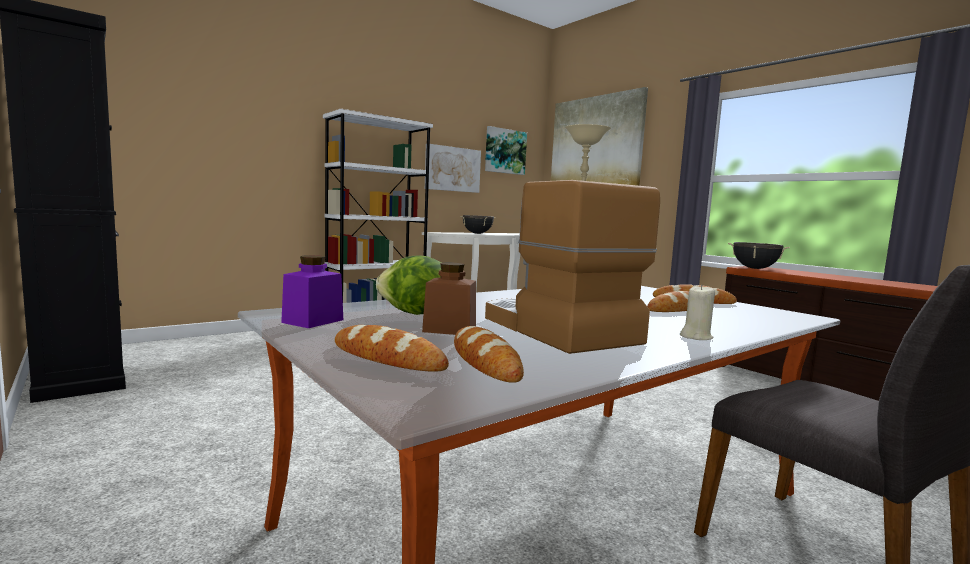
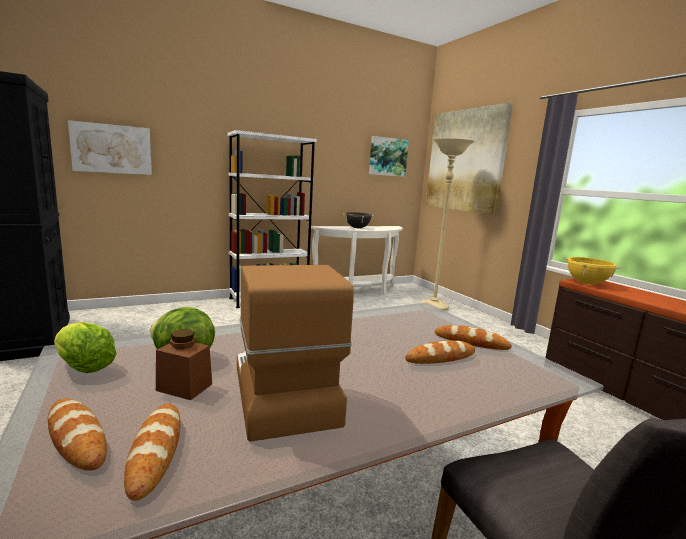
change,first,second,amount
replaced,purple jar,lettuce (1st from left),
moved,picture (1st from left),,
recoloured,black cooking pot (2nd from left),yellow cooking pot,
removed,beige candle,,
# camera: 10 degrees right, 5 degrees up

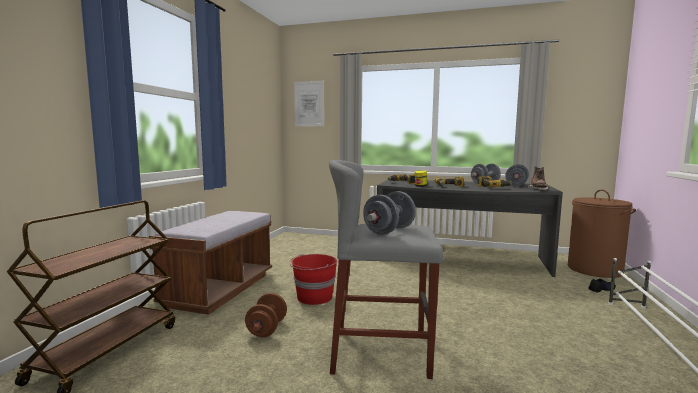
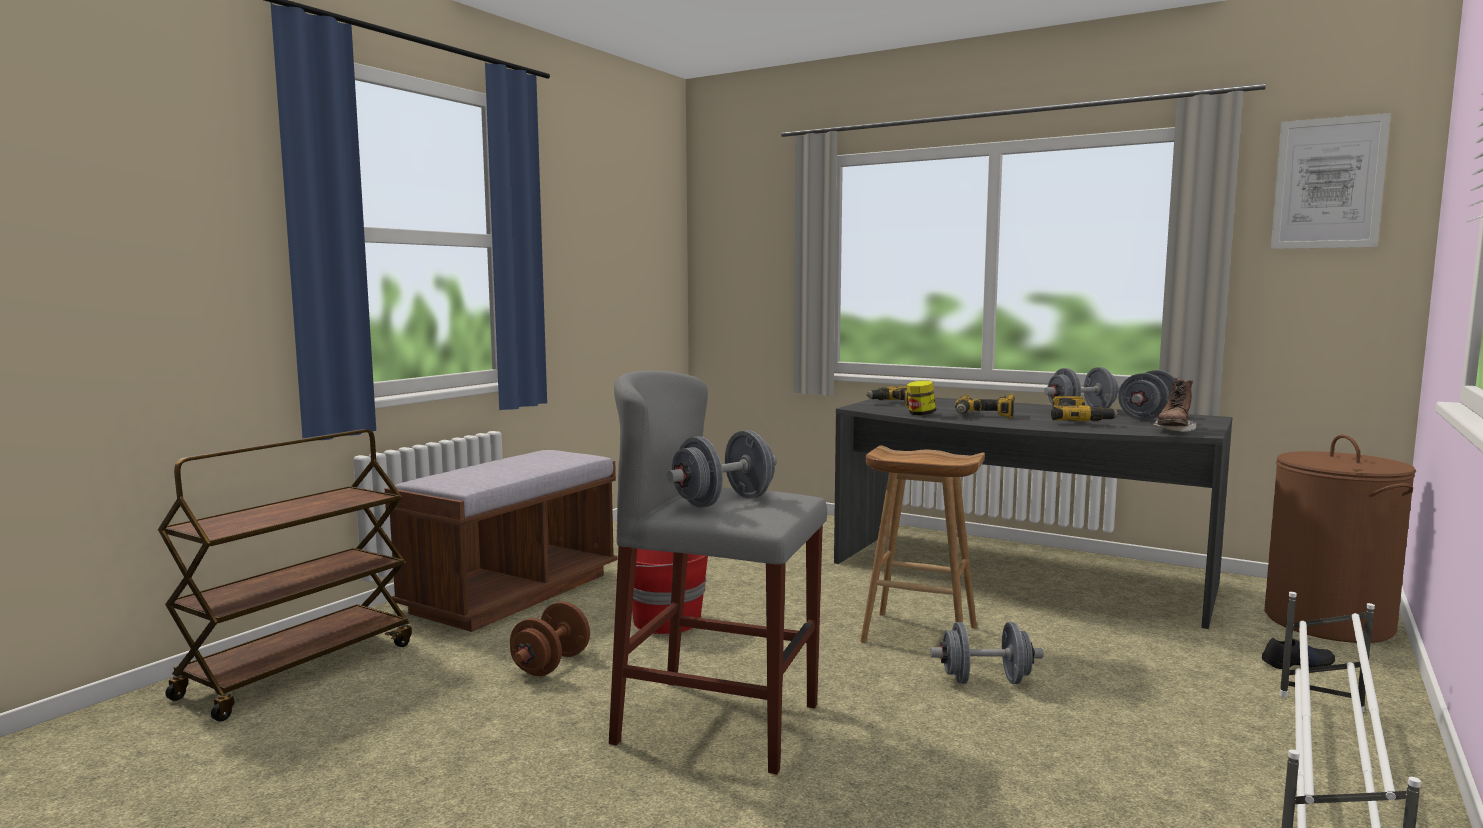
change,first,second,amount
added,,brown stool,
added,,grey dumbbell (2nd from left),
moved,picture,,
# camera: 15 degrees right, 0 degrees up

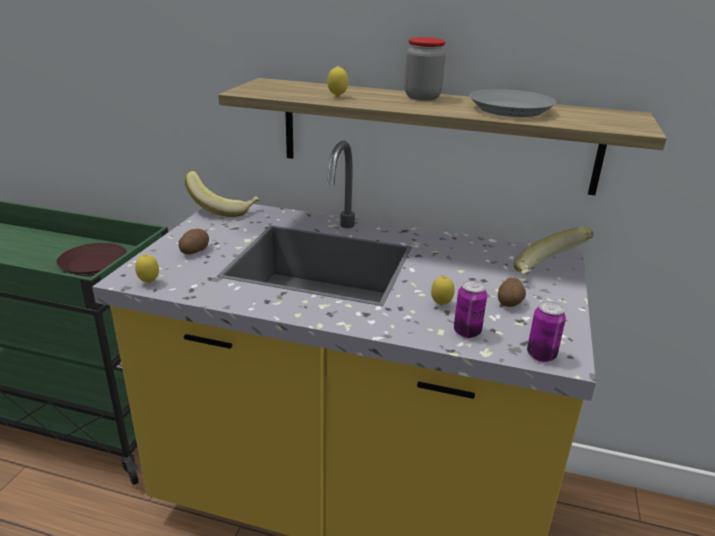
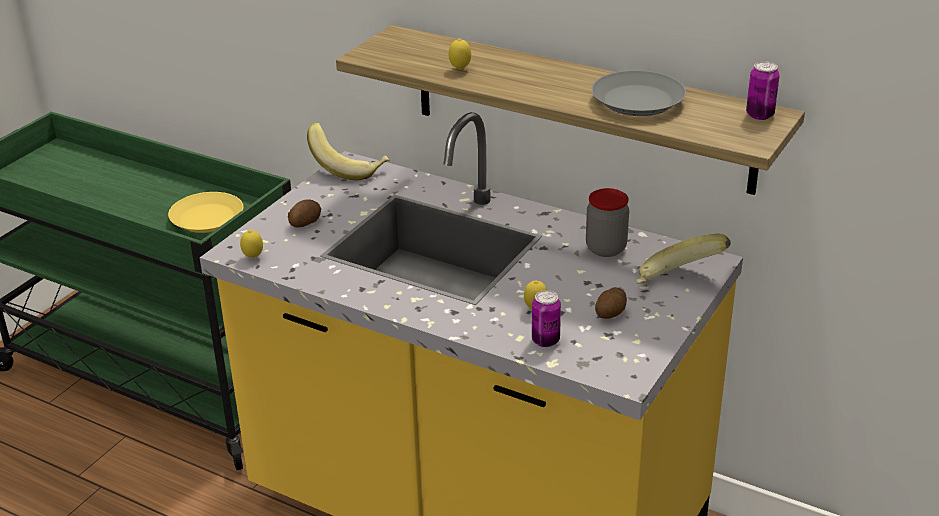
change,first,second,amount
recoloured,brown plate,yellow plate,
moved,jar,,
moved,can (2nd from left),,
# camera: 15 degrees right, 5 degrees up

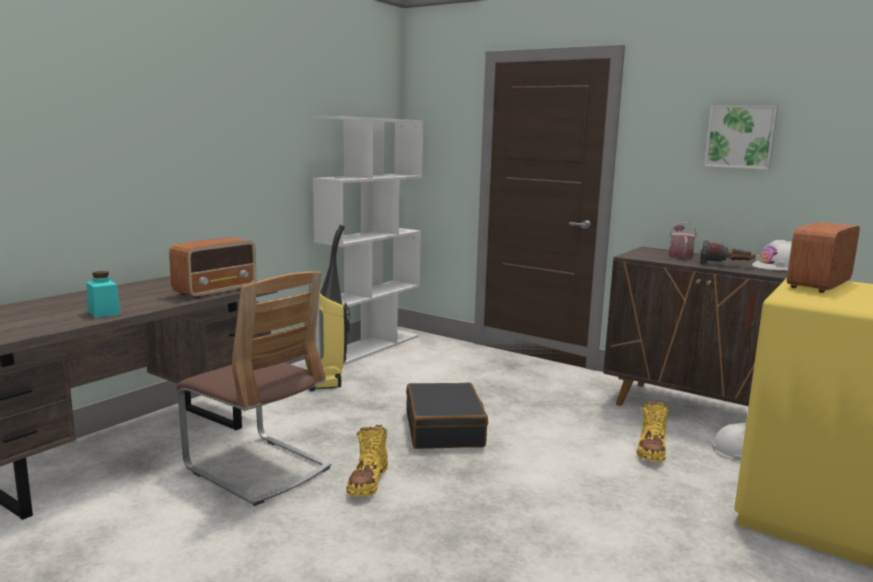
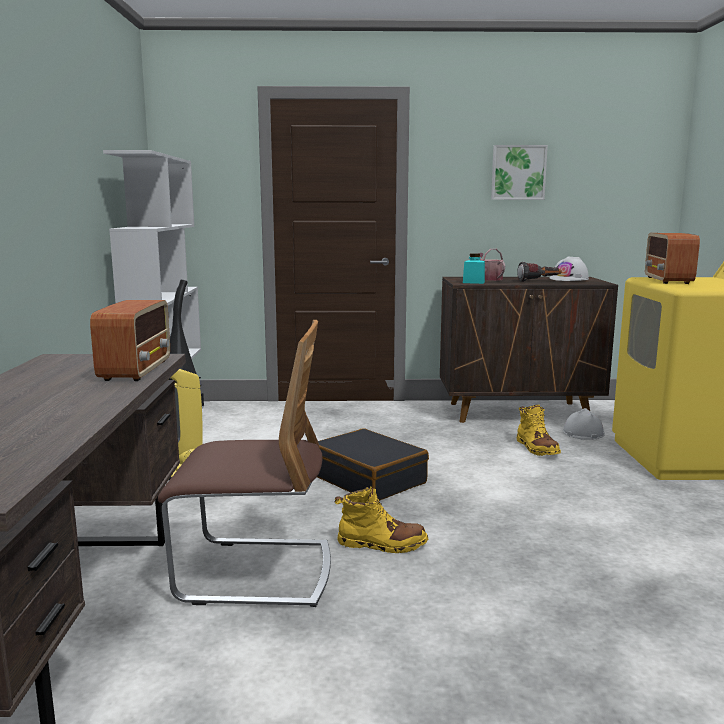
change,first,second,amount
turned,yellow boot (1st from left),,60 degrees counterclockwise
moved,turquoise jar,,
# camera: 35 degrees left, 0 degrees up

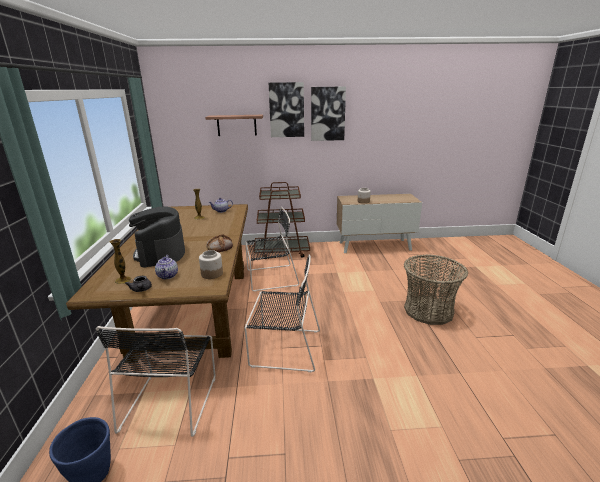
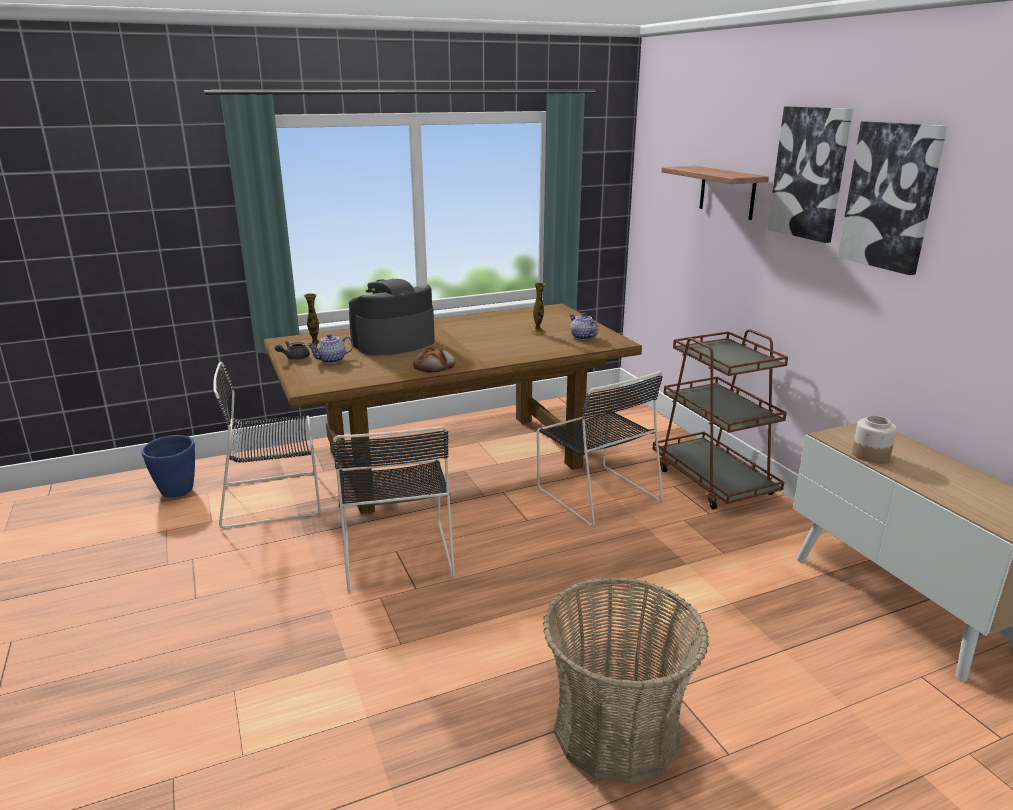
change,first,second,amount
removed,jar (1st from left),,
# camera: 70 degrees right, 0 degrees up

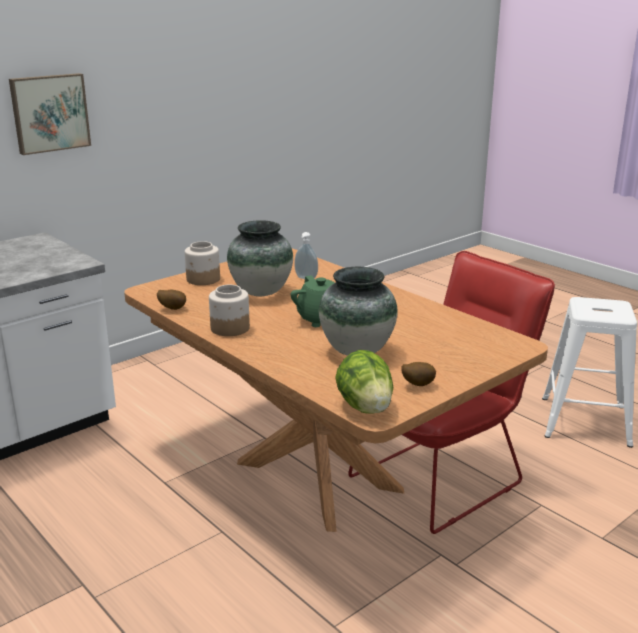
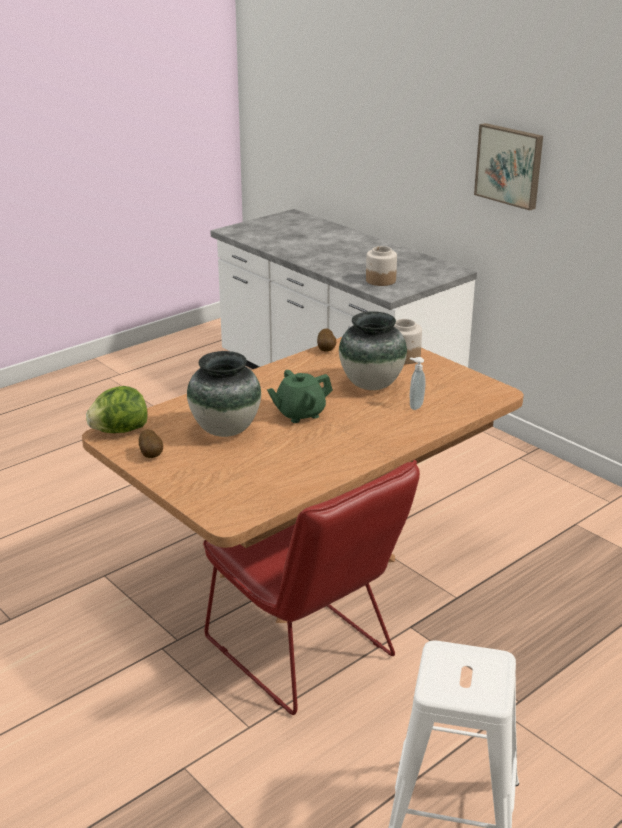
change,first,second,amount
moved,jar (2nd from left in the first image),jar (1st from left),
# camera: 90 degrees right, 5 degrees up

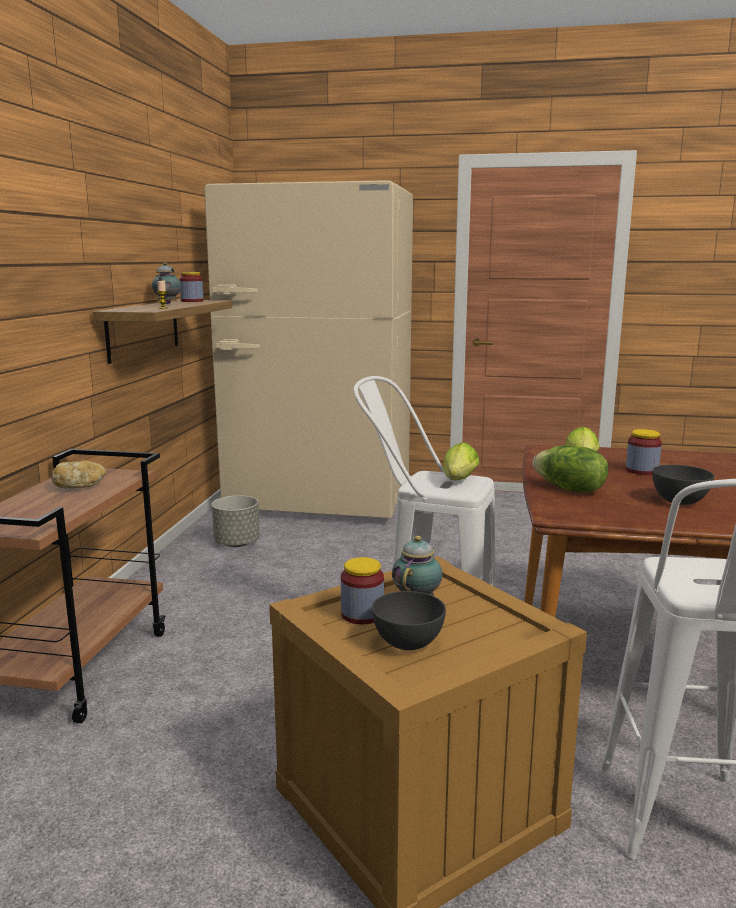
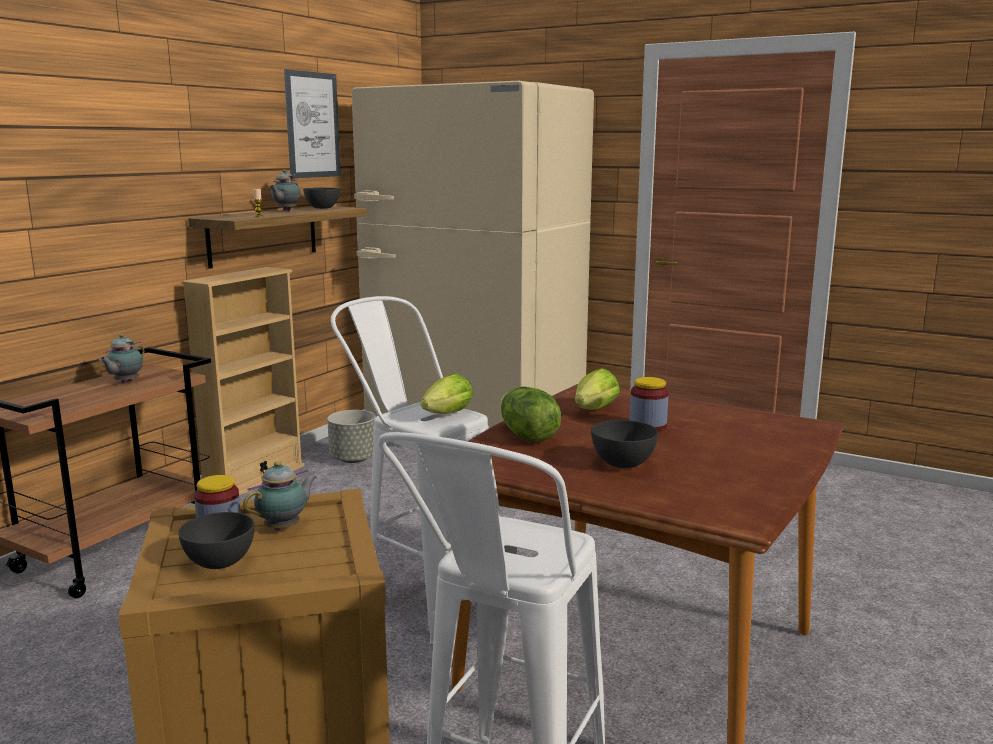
change,first,second,amount
replaced,bread,teapot (1st from left),
added,,beige bookcase,
added,,picture,
replaced,jar (1st from left),grey bowl (2nd from left),
# camera: 20 degrees right, 0 degrees up

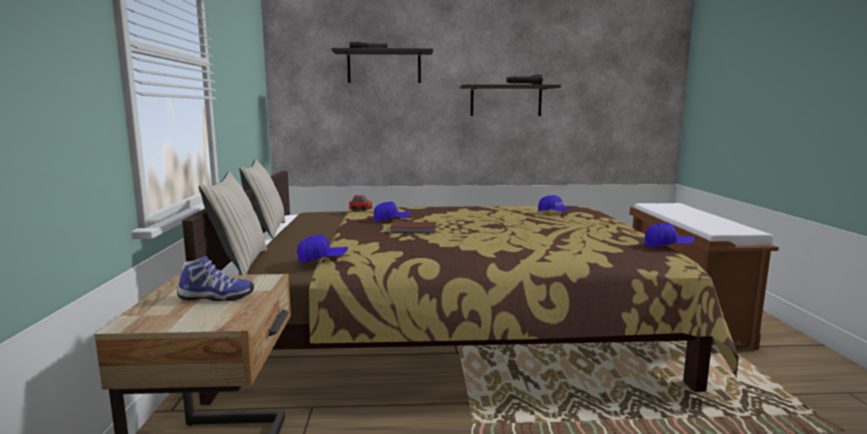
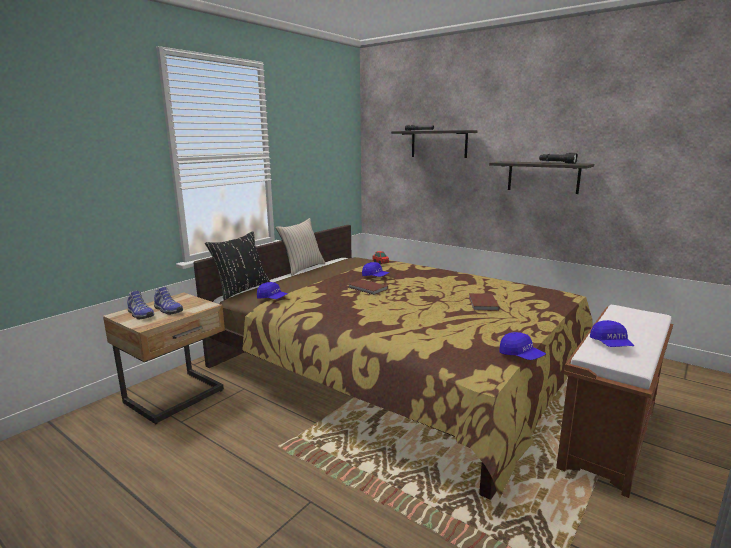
change,first,second,amount
added,,shoe (1st from left),
recoloured,beige pillow (1st from left),black pillow,
added,,brown book (2nd from left),
moved,blue cap (3rd from left in the first image),blue cap (4th from left),
# camera: 40 degrees right, 5 degrees up

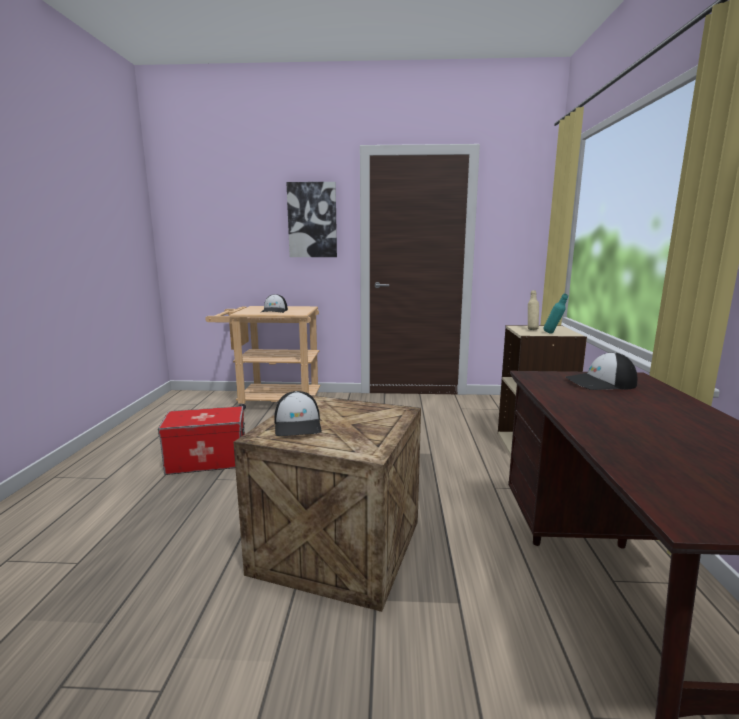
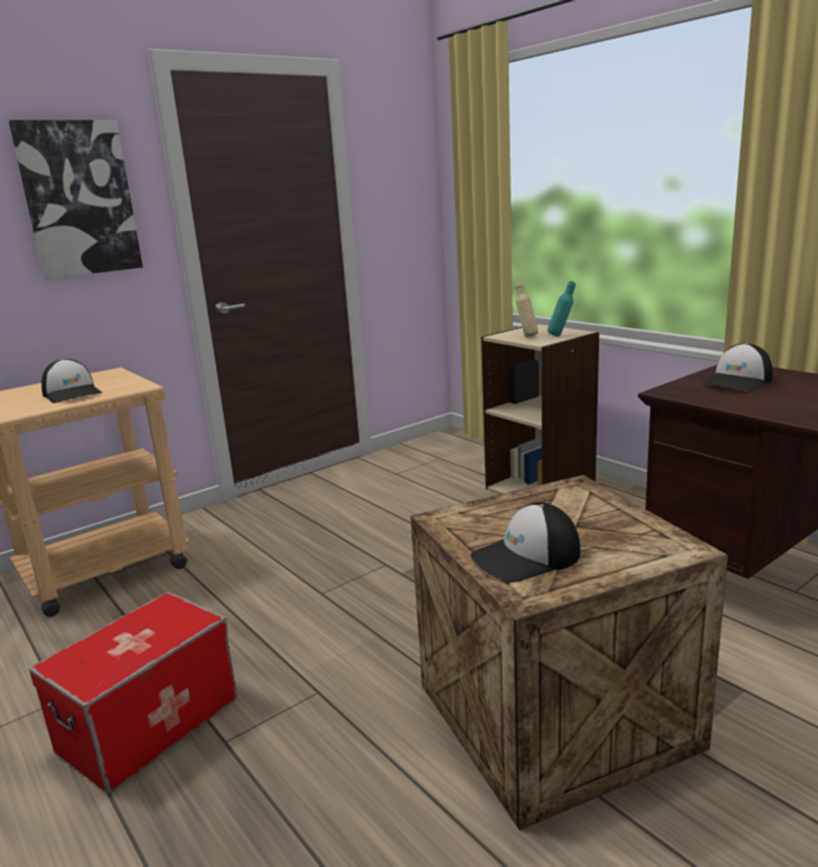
change,first,second,amount
turned,cap (2nd from left),,120 degrees clockwise
# camera: 40 degrees left, 5 degrees up

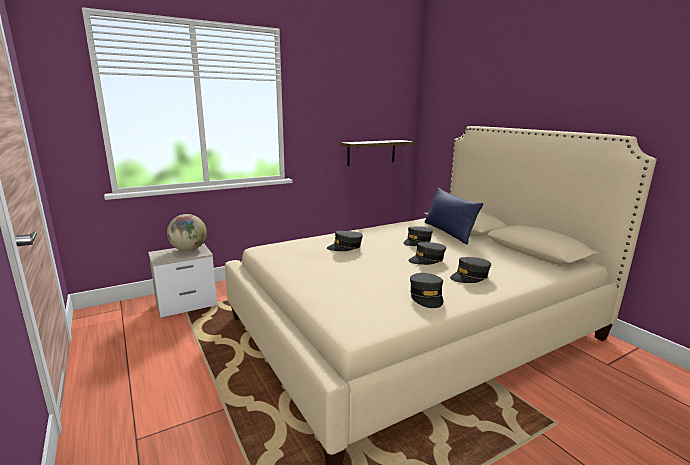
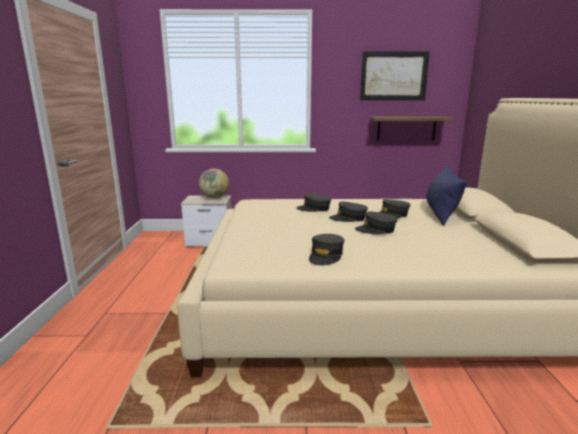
change,first,second,amount
moved,grey cap (5th from left in the first image),grey cap (3rd from left),
added,,picture,
# camera: 30 degrees right, 0 degrees up

